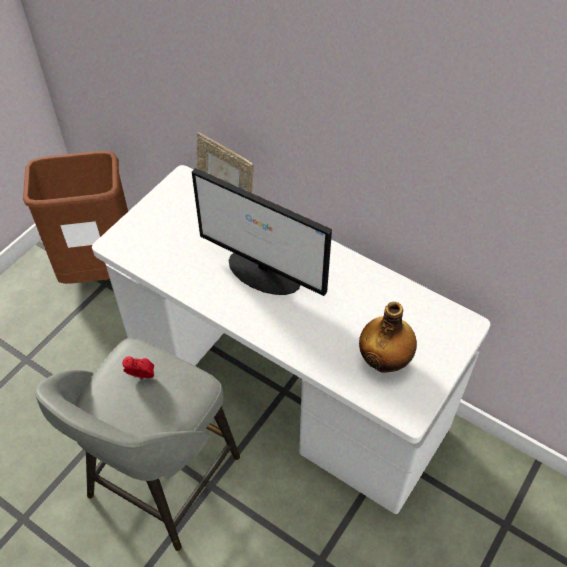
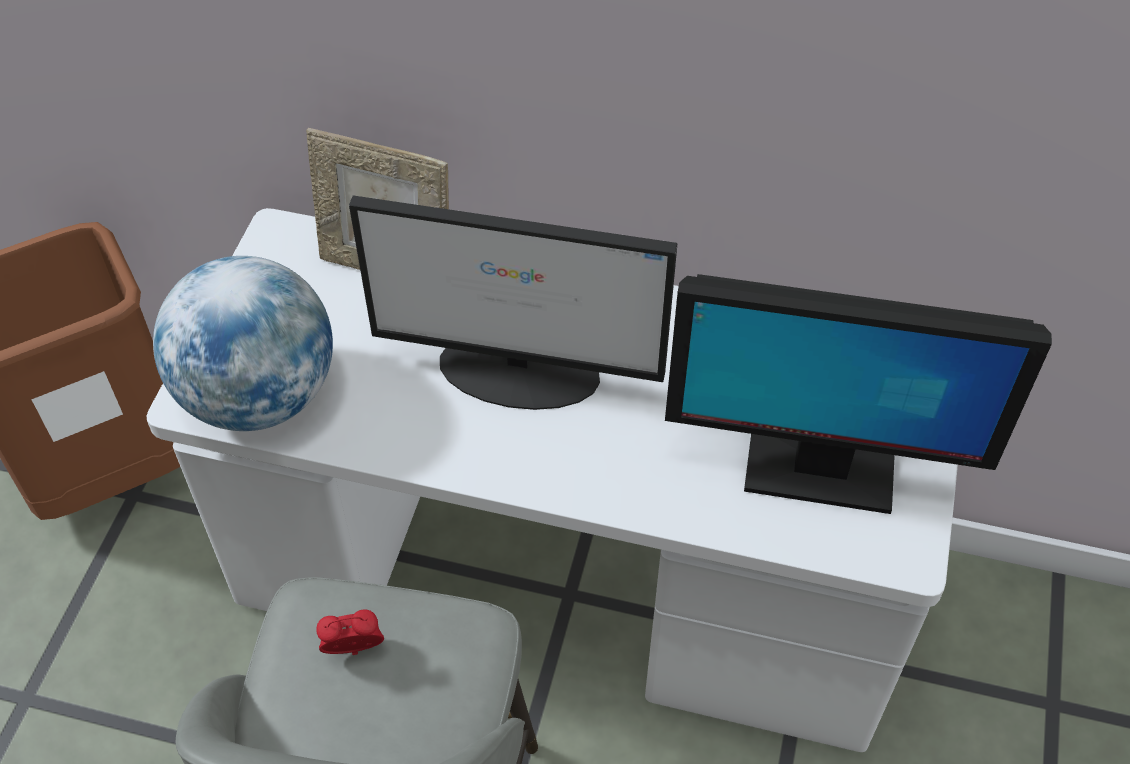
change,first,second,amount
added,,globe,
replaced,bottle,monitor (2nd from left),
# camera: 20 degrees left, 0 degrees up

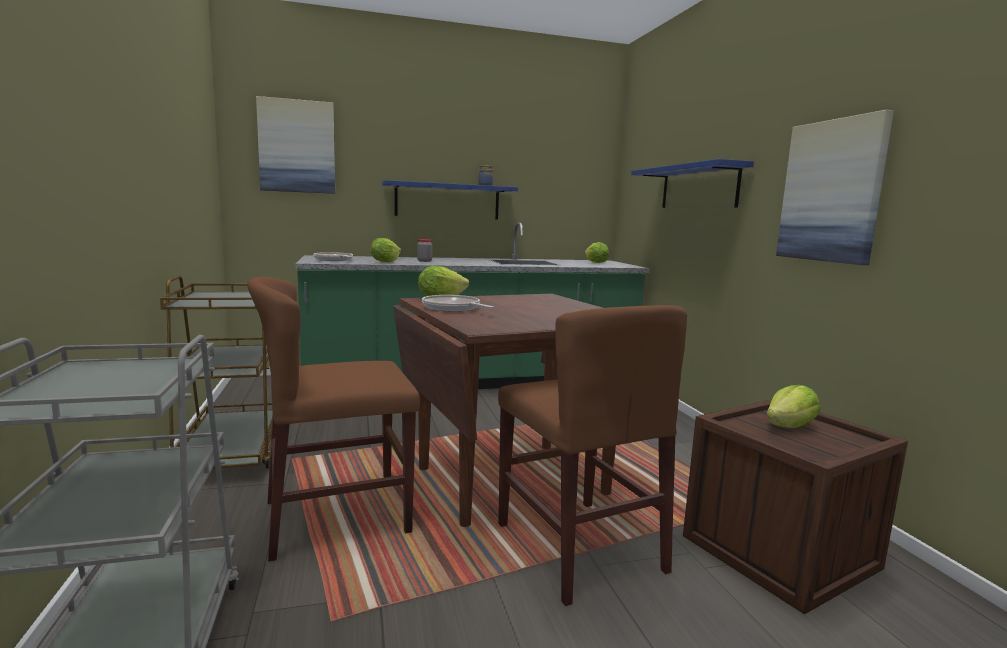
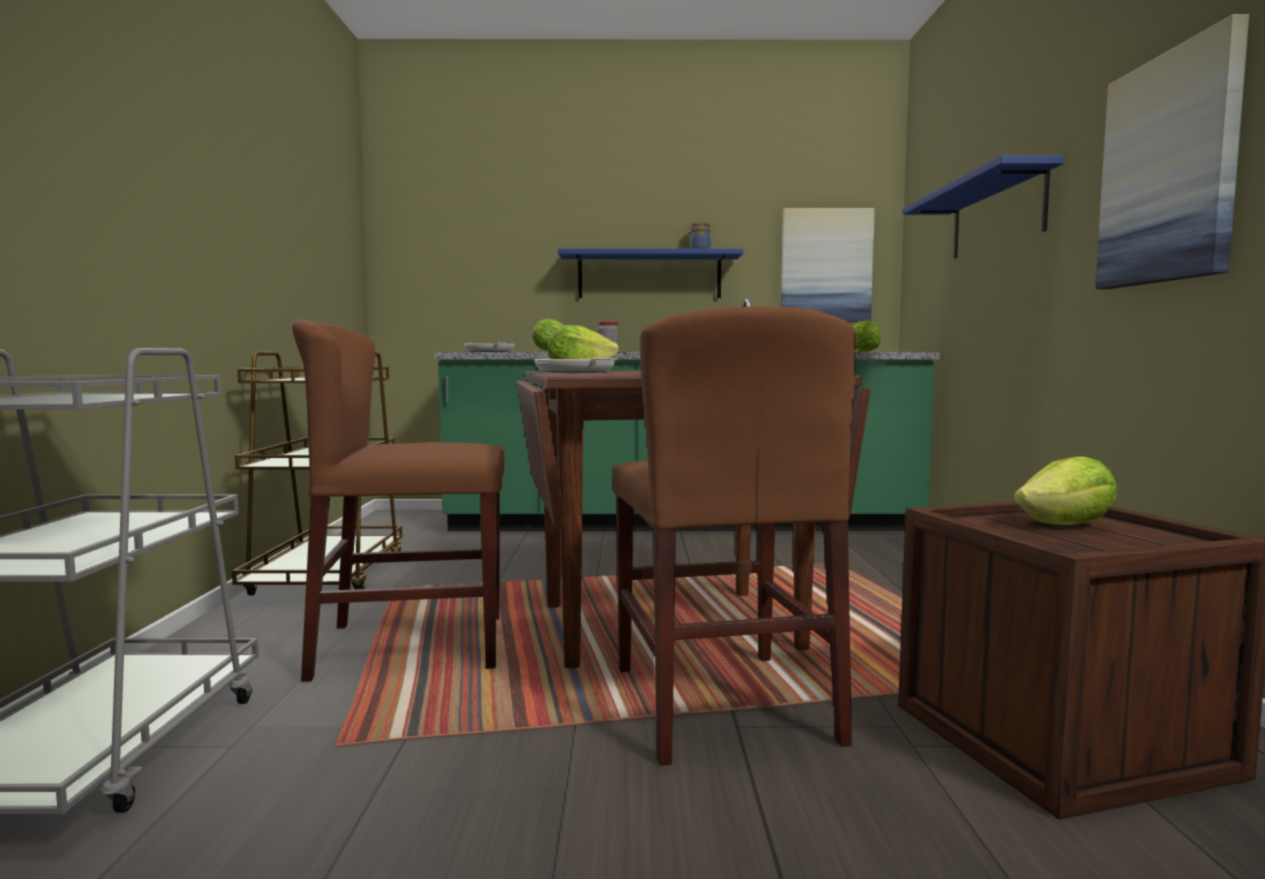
change,first,second,amount
moved,picture (1st from left),,
# camera: 15 degrees right, 5 degrees down

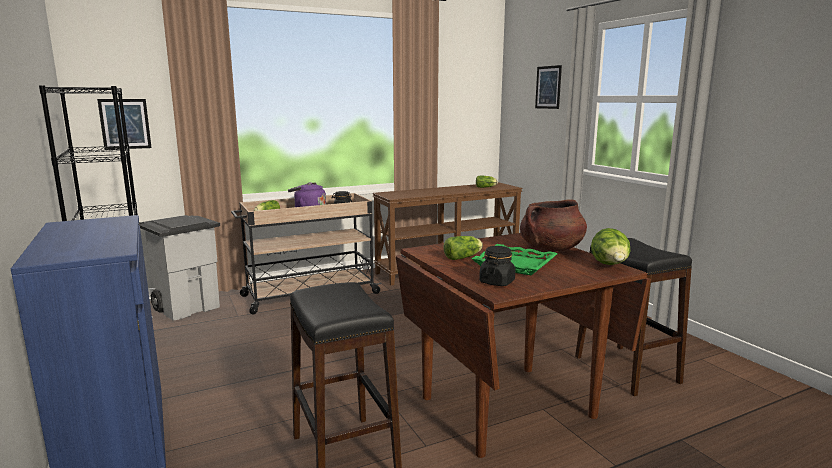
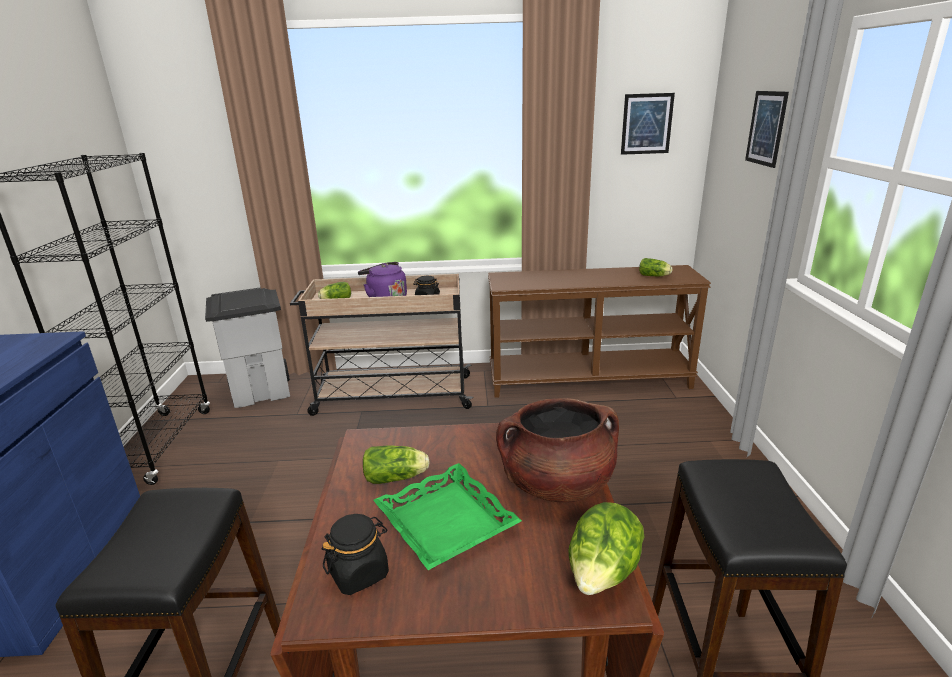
change,first,second,amount
moved,picture (1st from left),,
# camera: 25 degrees right, 10 degrees up

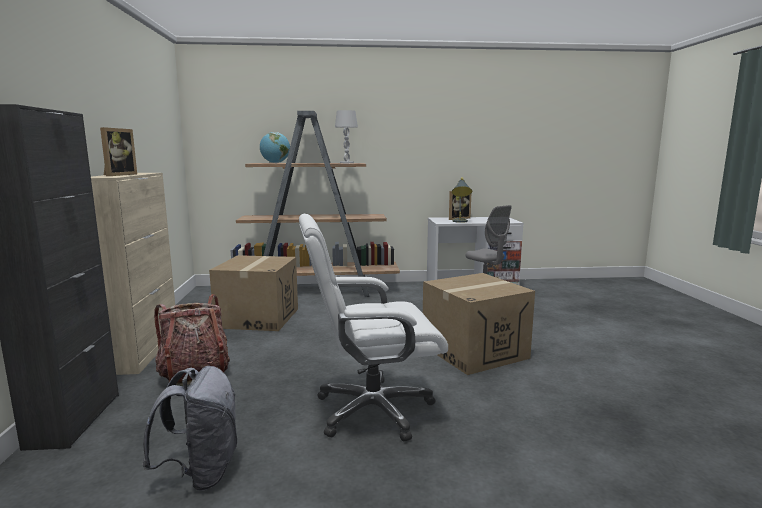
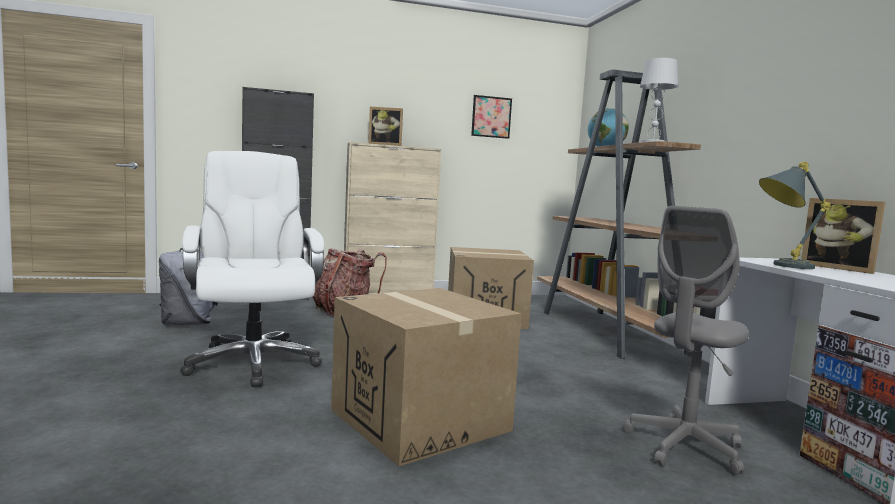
change,first,second,amount
added,,picture,
# camera: 80 degrees right, 5 degrees down

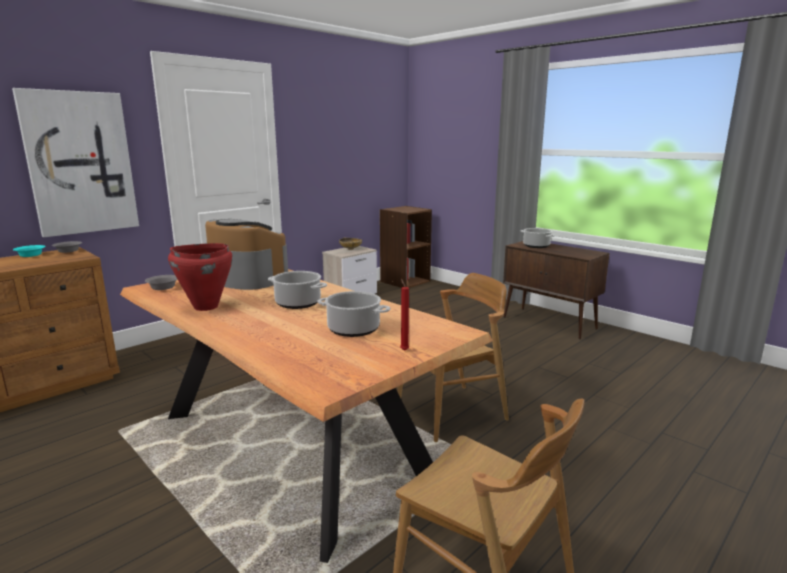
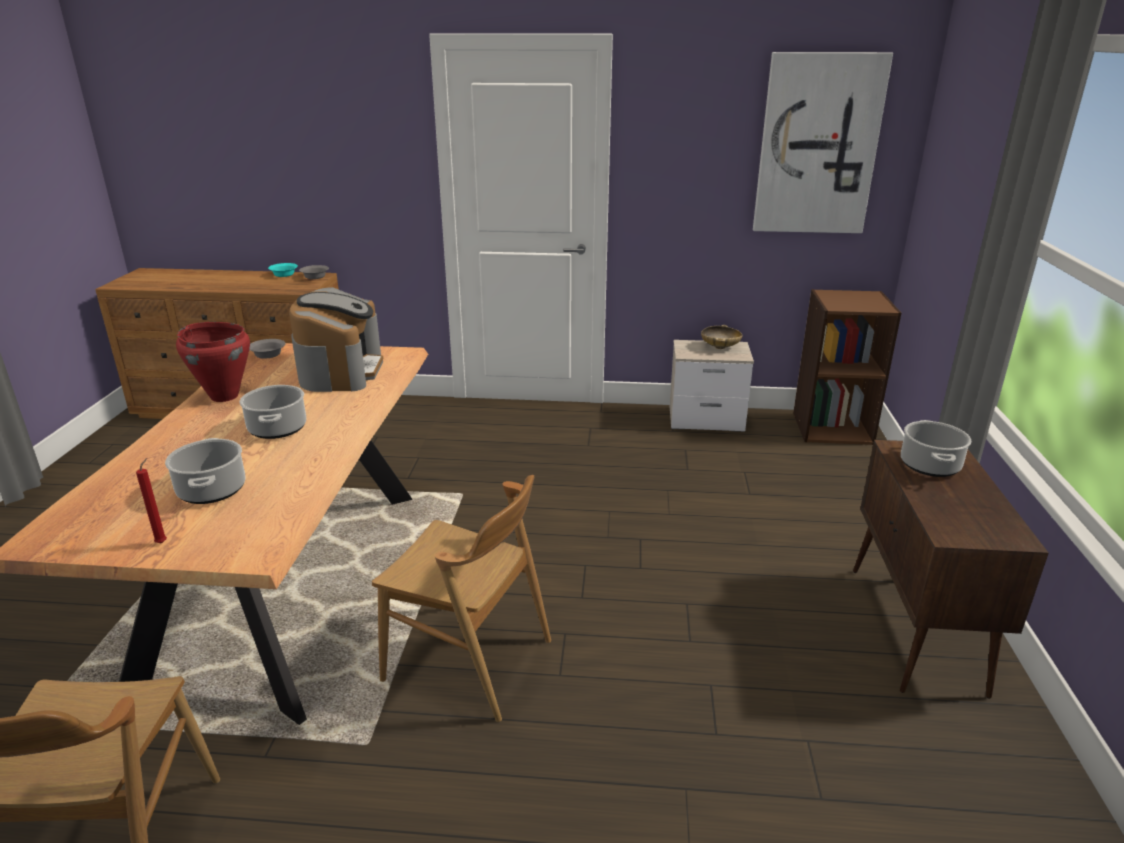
change,first,second,amount
moved,picture,,
# camera: 50 degrees right, 10 degrees up

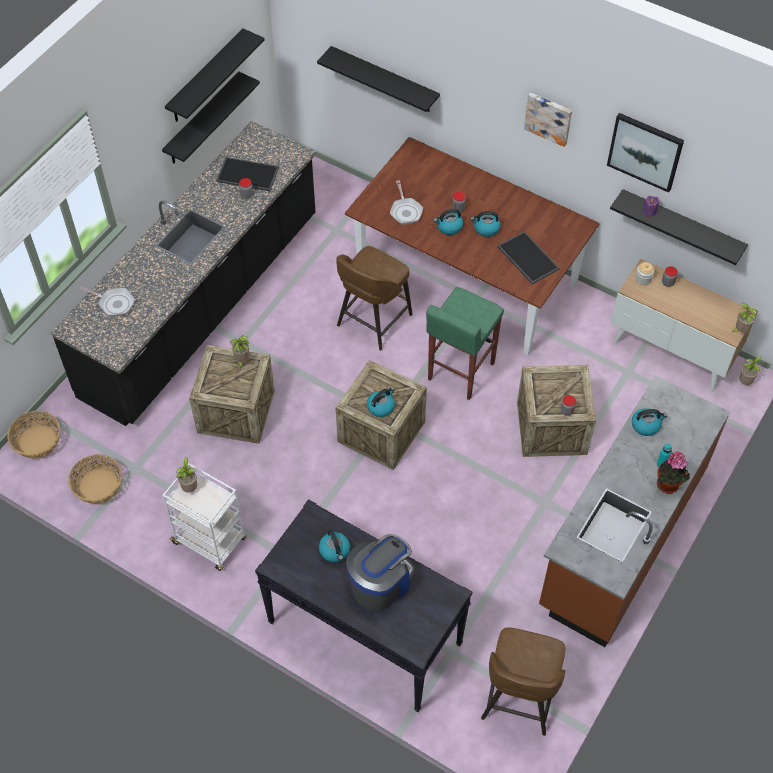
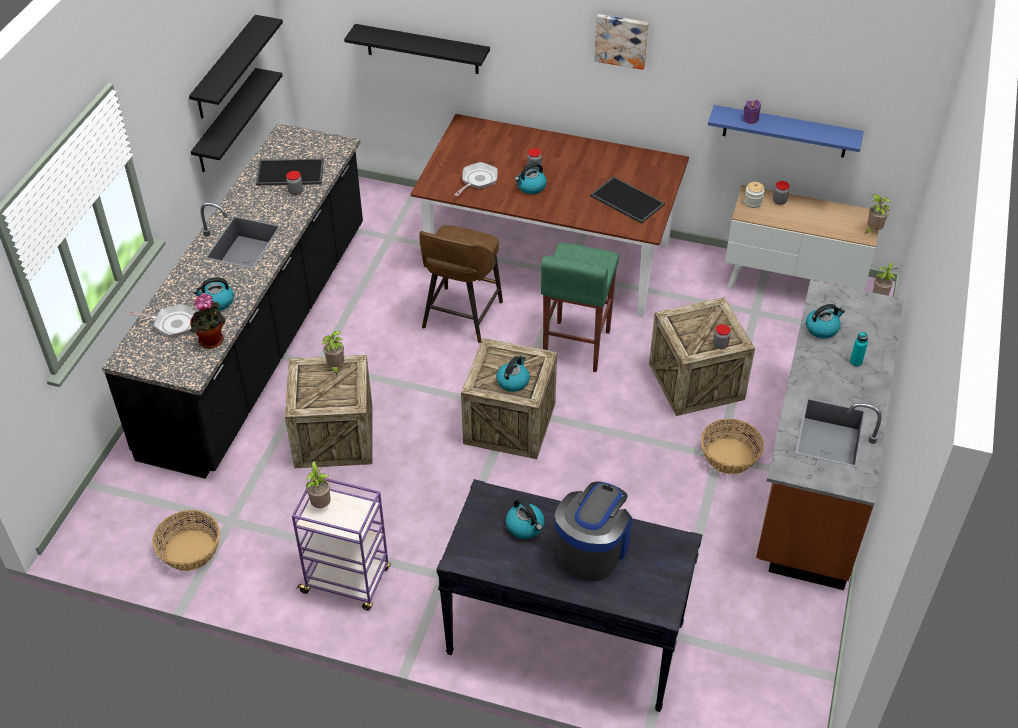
change,first,second,amount
moved,potted plant (3rd from left in the first image),potted plant (1st from left),
moved,kettle (4th from left in the first image),kettle (1st from left),
recoloured,white cart,purple cart,
turned,frying pan (2nd from left),,120 degrees counterclockwise
moved,basket (1st from left in the first image),basket (2nd from left),
recoloured,black shelf (4th from left),blue shelf,
removed,brown stool (2nd from left),,
removed,picture (2nd from left),,
# camera: 15 degrees left, 10 degrees down

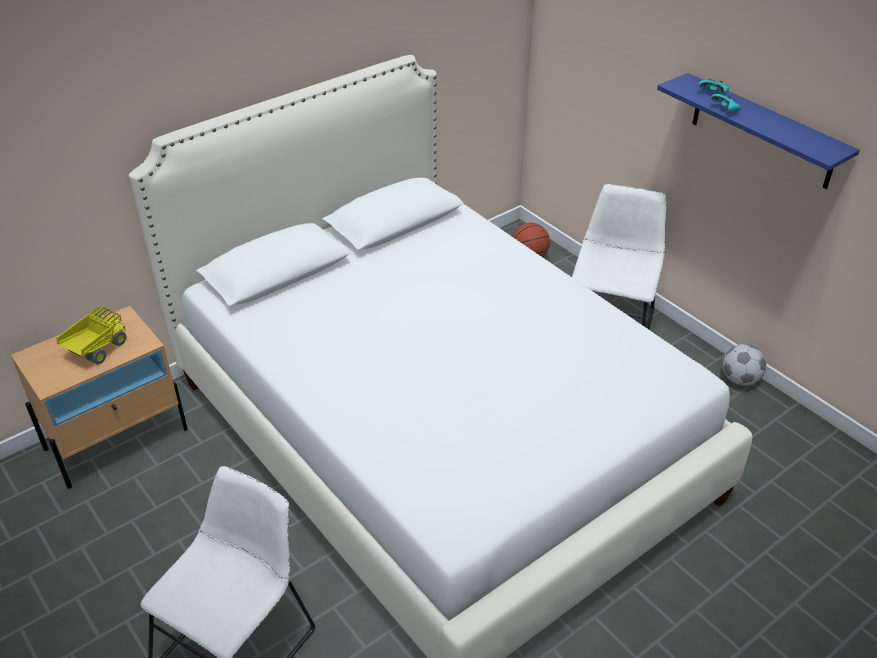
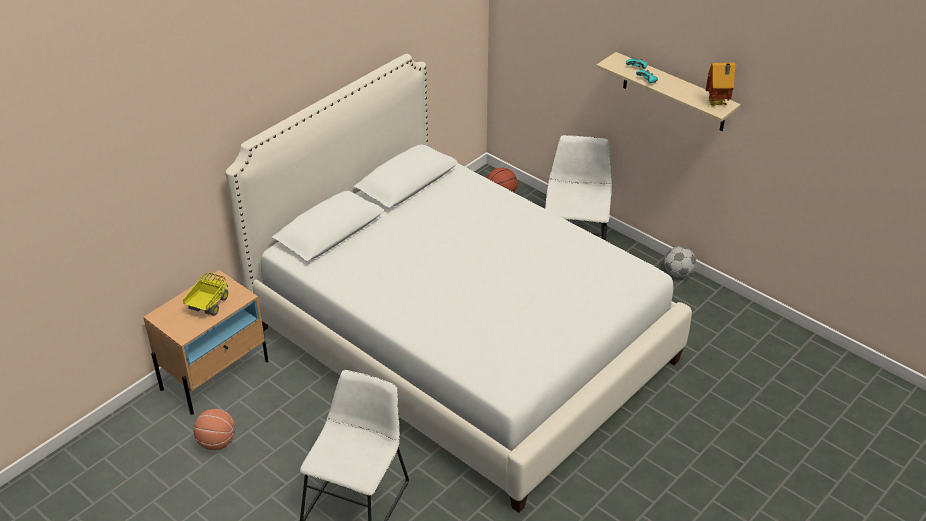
change,first,second,amount
added,,basketball (1st from left),
recoloured,blue shelf,beige shelf,
added,,toy house,
# camera: 10 degrees left, 0 degrees up

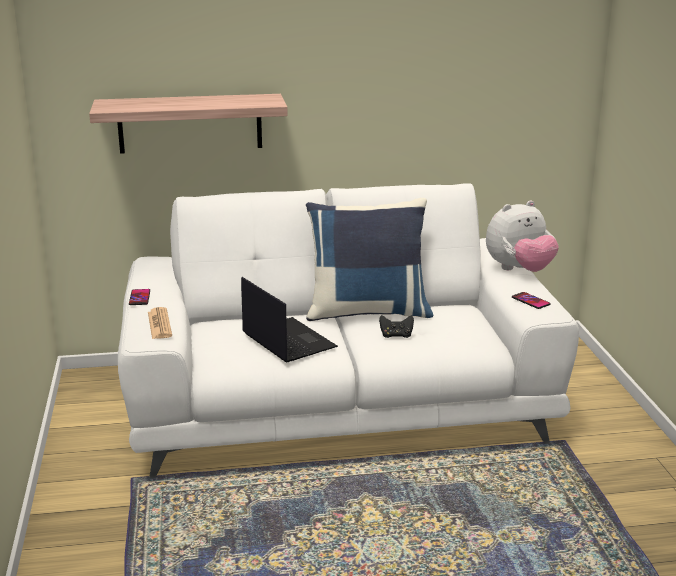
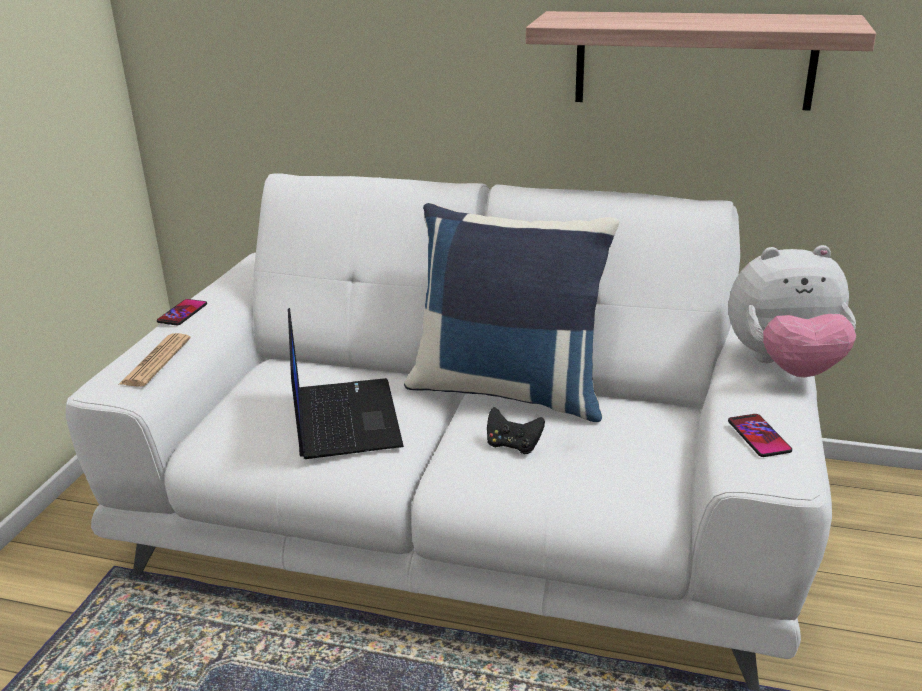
change,first,second,amount
moved,shelf,,
# camera: 25 degrees right, 5 degrees up

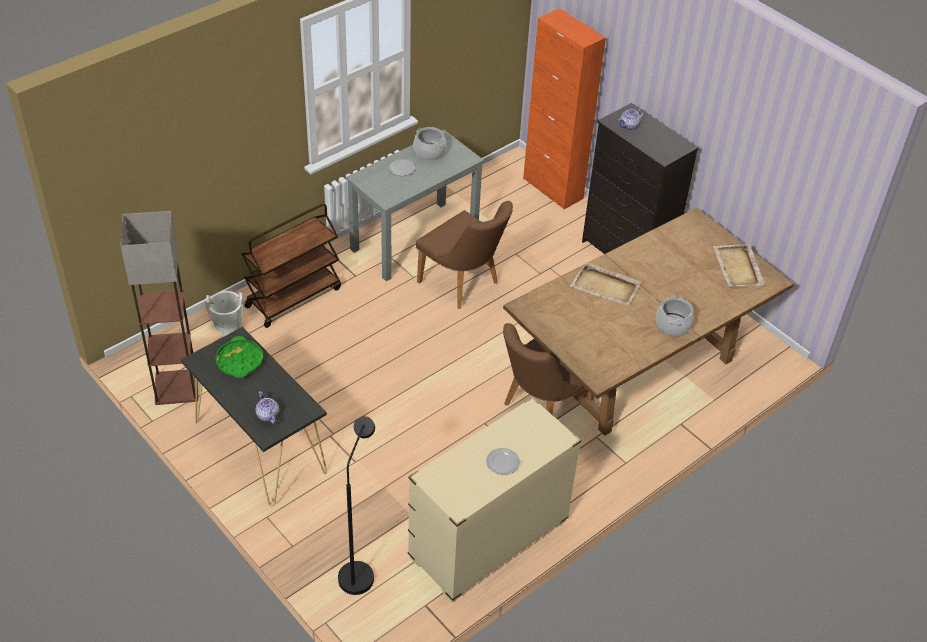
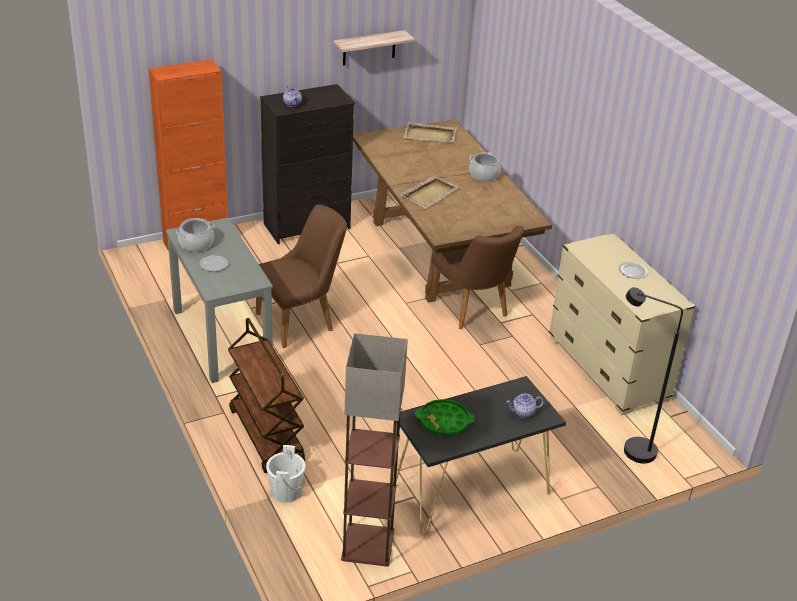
change,first,second,amount
added,,shelf,
# camera: 75 degrees left, 10 degrees down

